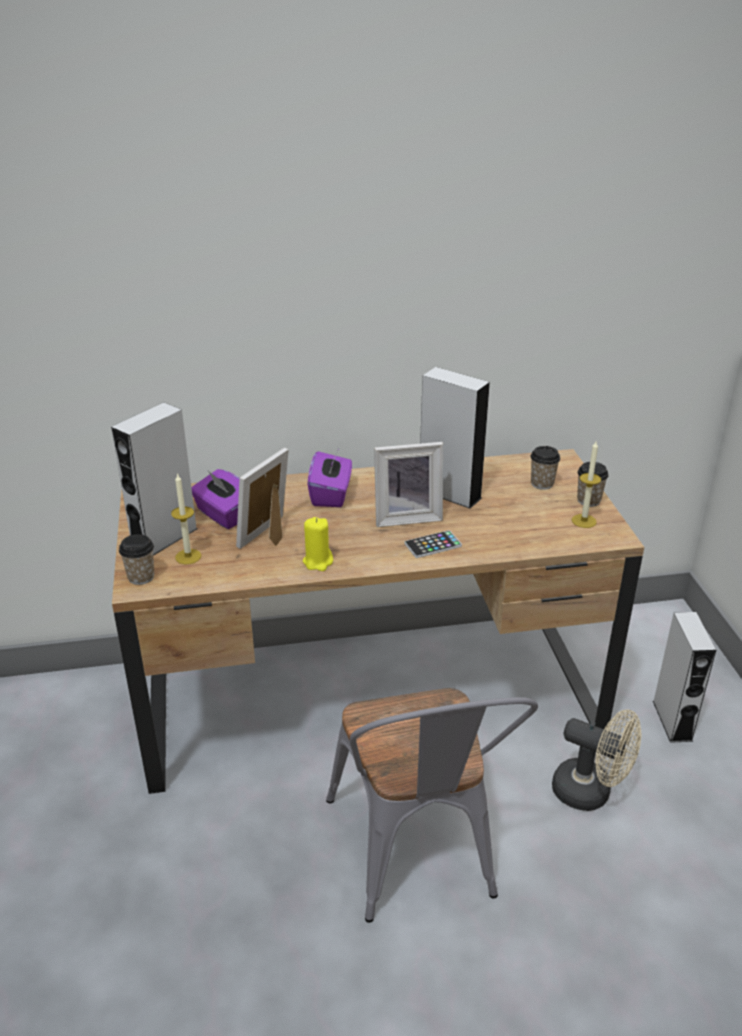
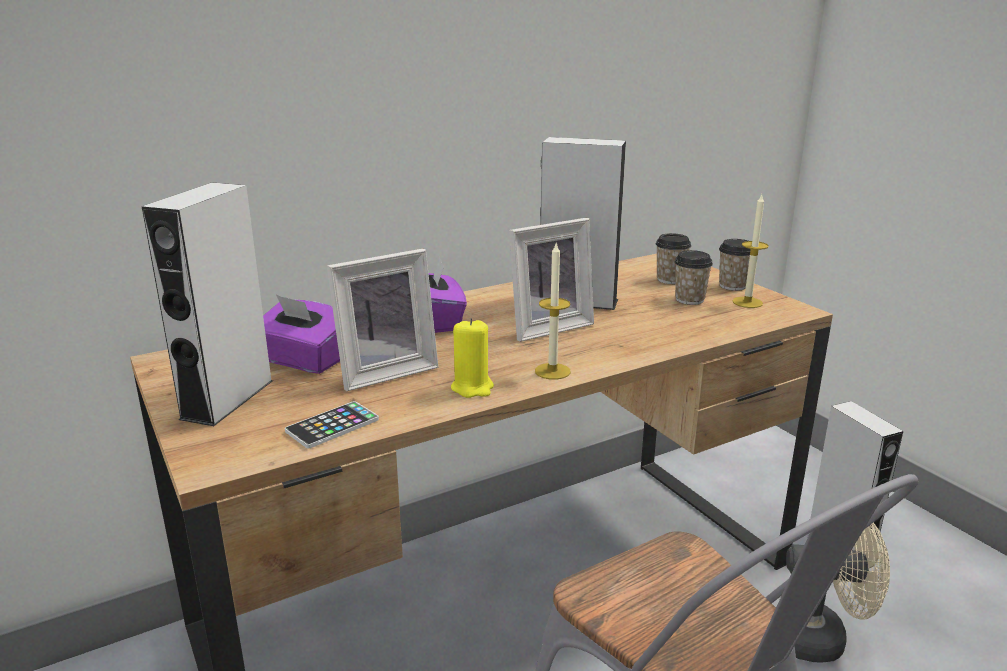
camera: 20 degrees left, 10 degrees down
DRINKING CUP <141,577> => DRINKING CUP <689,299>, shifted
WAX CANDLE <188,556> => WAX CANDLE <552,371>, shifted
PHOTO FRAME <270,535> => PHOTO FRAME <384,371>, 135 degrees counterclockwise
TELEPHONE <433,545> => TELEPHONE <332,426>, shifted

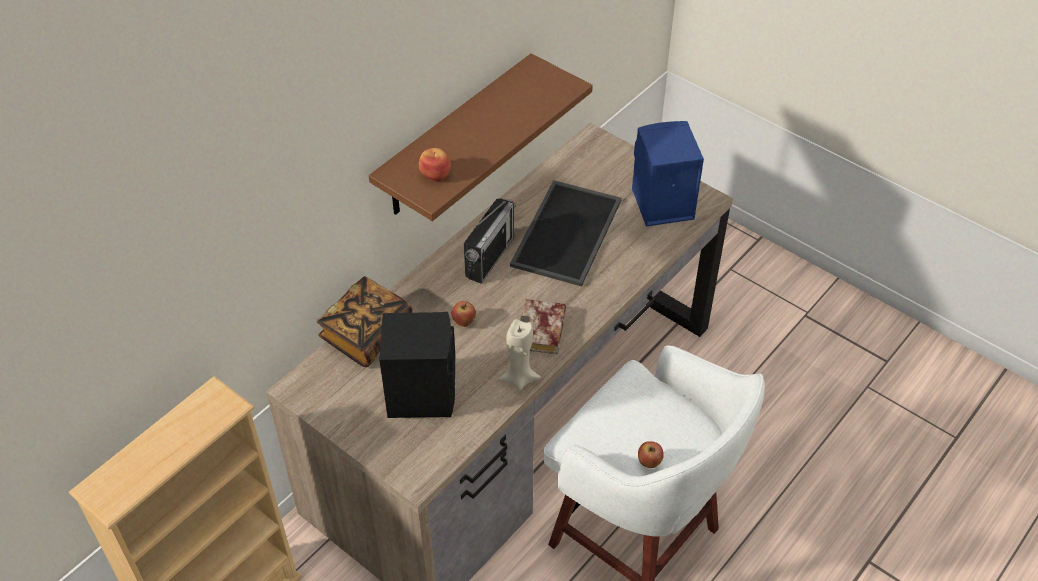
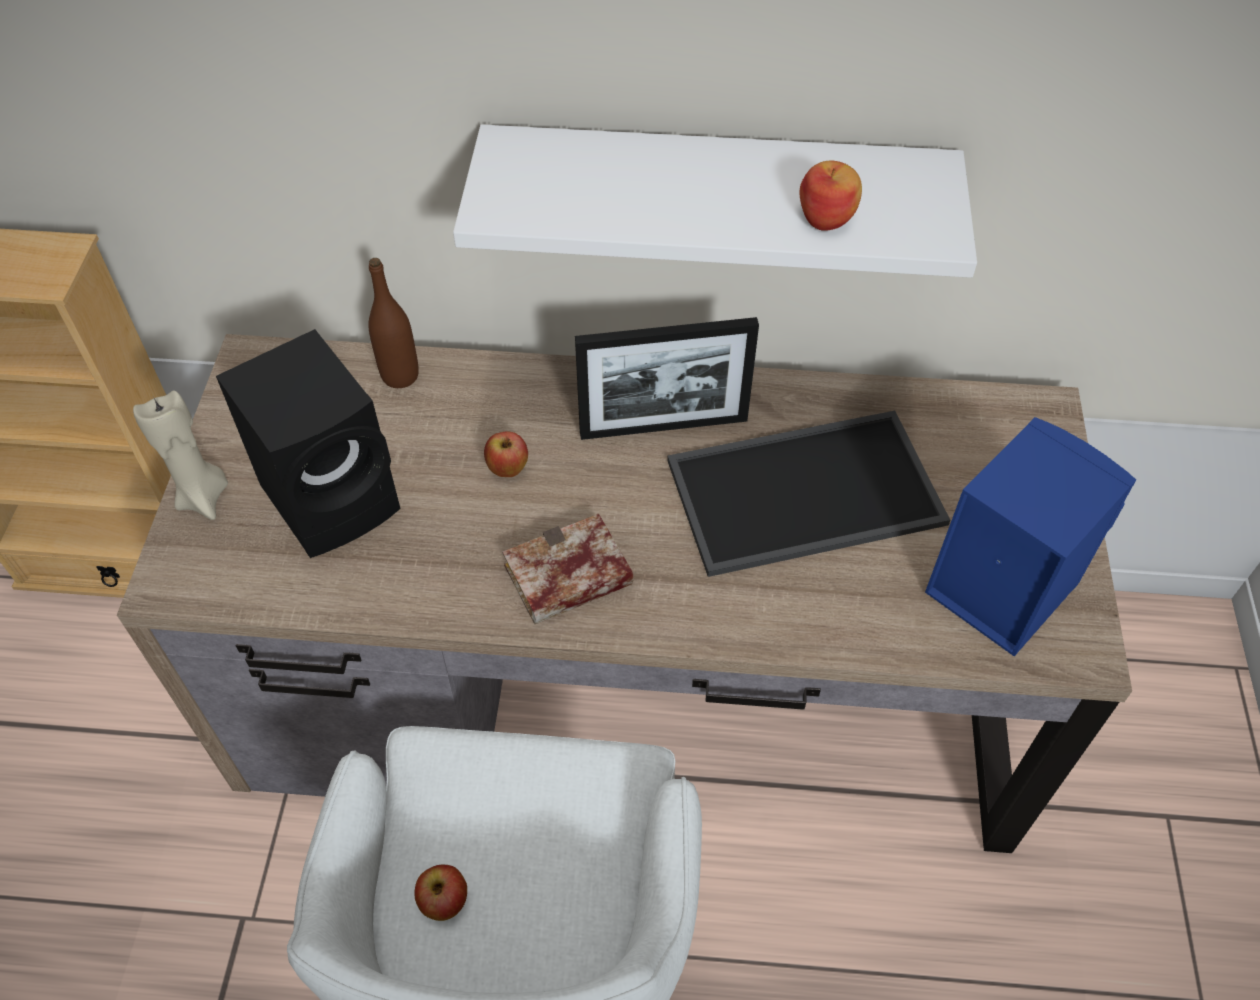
camera: 55 degrees right, 5 degrees up
VOLUME <367,334> => BROWN-COLOURED BEVERAGE BOTTLE <400,375>
BROWN-COLOURED BRACKET SHELF <455,138> => WHITE-COLOURED BRACKET SHELF <715,194>
APPLE <435,174> => APPLE <827,217>, shifted
RADIO SET <489,257> => PHOTO FRAME <663,426>
SAND-COLOURED WAX CANDLE <519,378> => SAND-COLOURED WAX CANDLE <204,497>, shifted

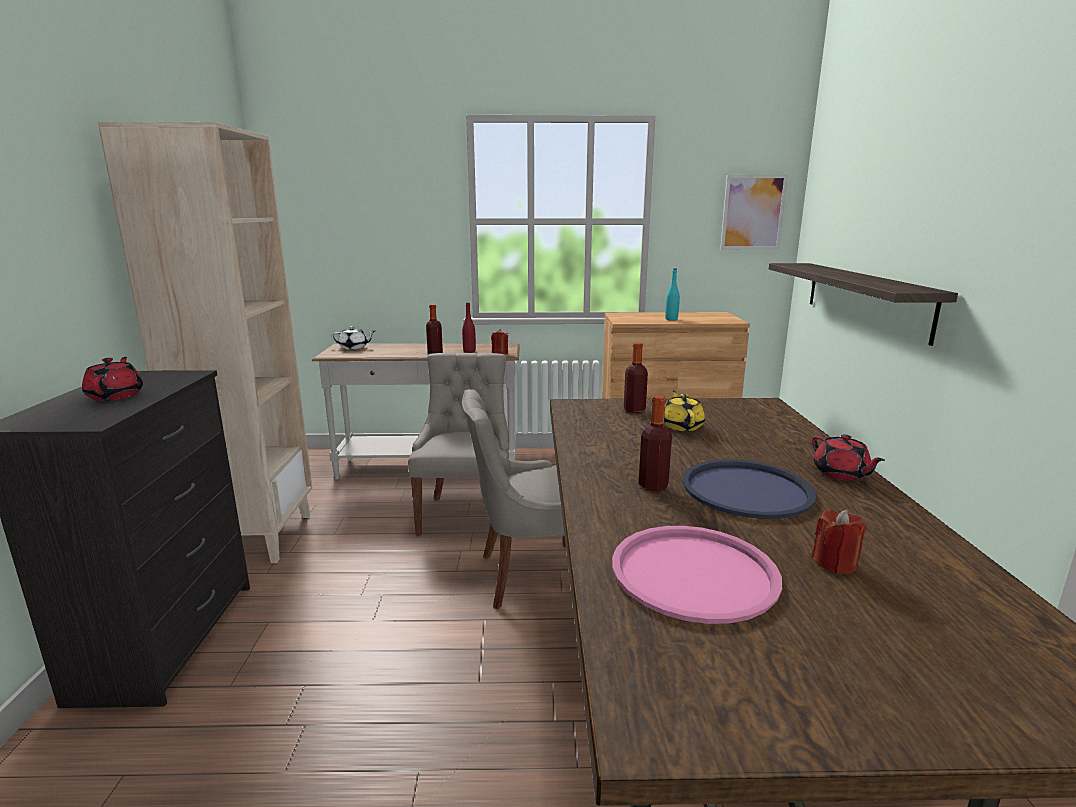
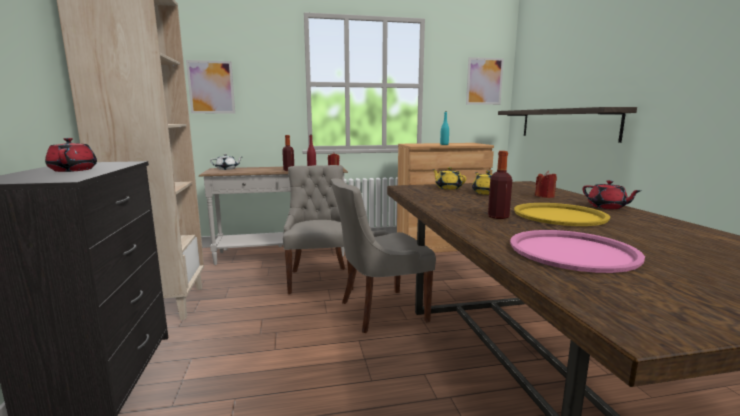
camera: 10 degrees left, 5 degrees down
BEVERAGE BOTTLE <634,410> => YELLOWISH TEAPOT <448,188>
BLUISH TRAY <746,490> => YELLOWISH TRAY <559,215>
REDDISH WAX CANDLE <835,563> => REDDISH WAX CANDLE <544,196>, shifted
nothing => WALL ART <211,87>

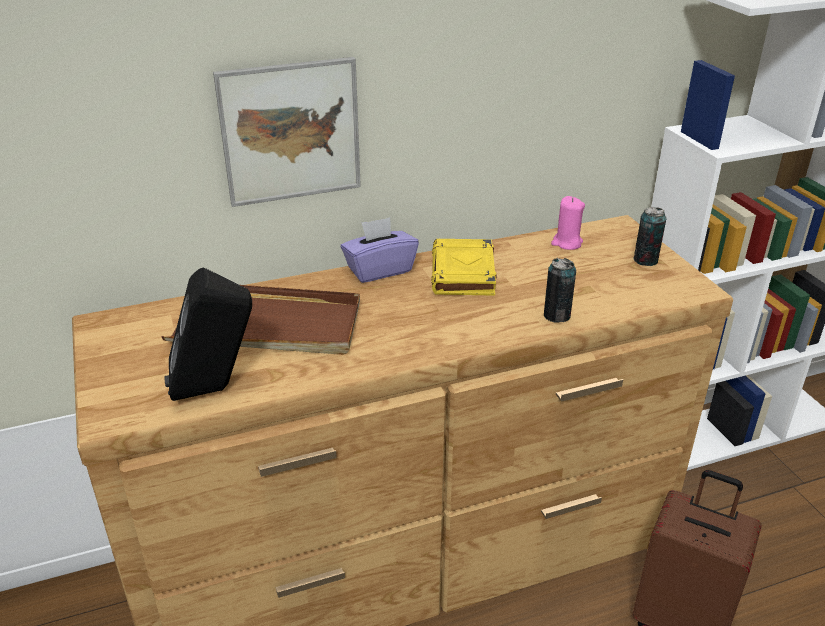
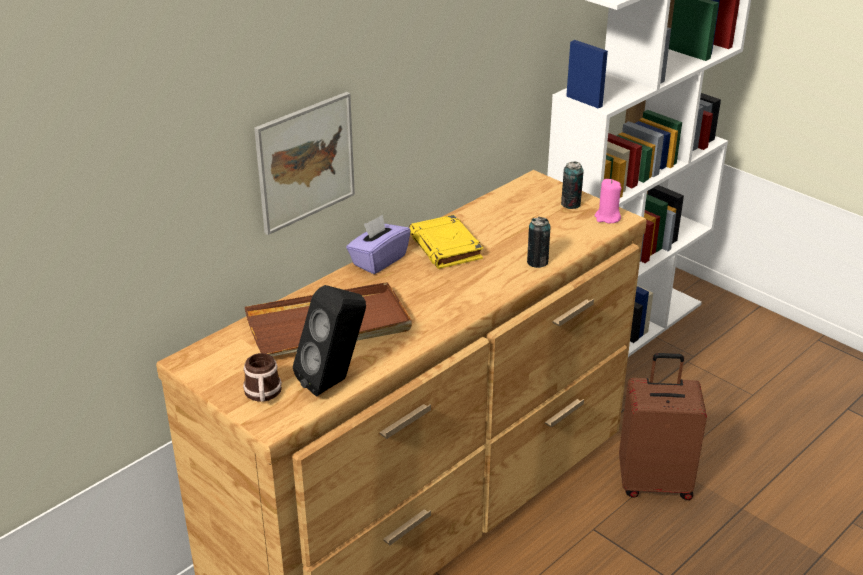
camera: 25 degrees left, 0 degrees up
PINKISH WAX CANDLE <566,243> => PINKISH WAX CANDLE <607,217>, shifted
nothing => TEA MUG <263,394>

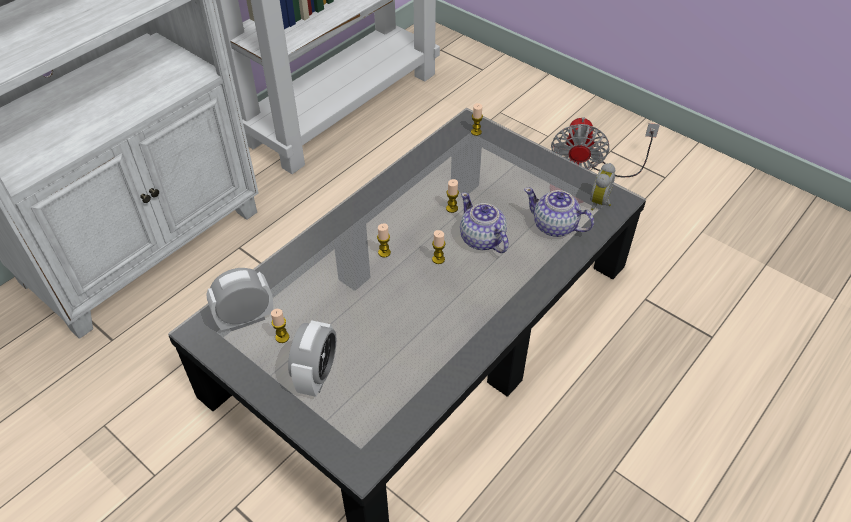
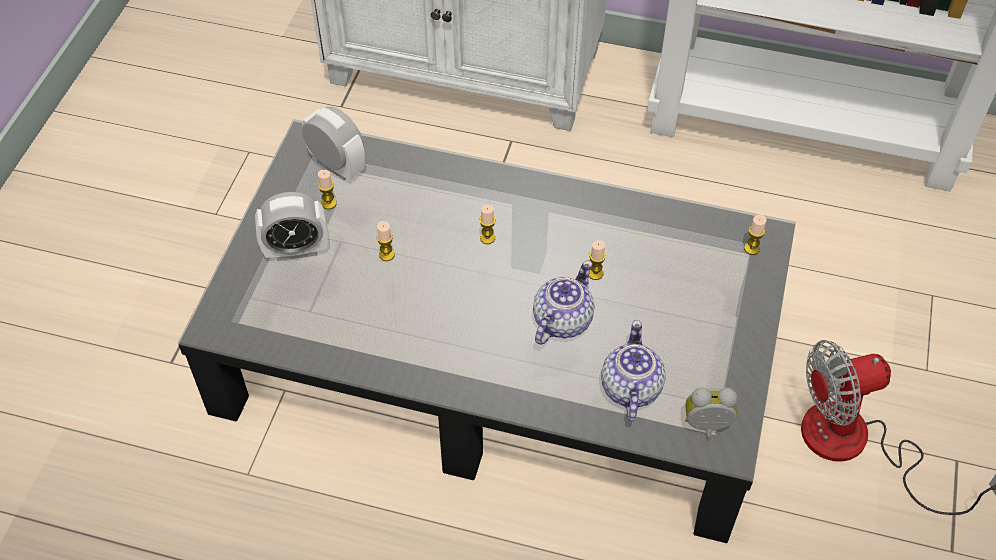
camera: 65 degrees right, 5 degrees up
WAX CANDLE <438,259> => WAX CANDLE <386,255>, shifted

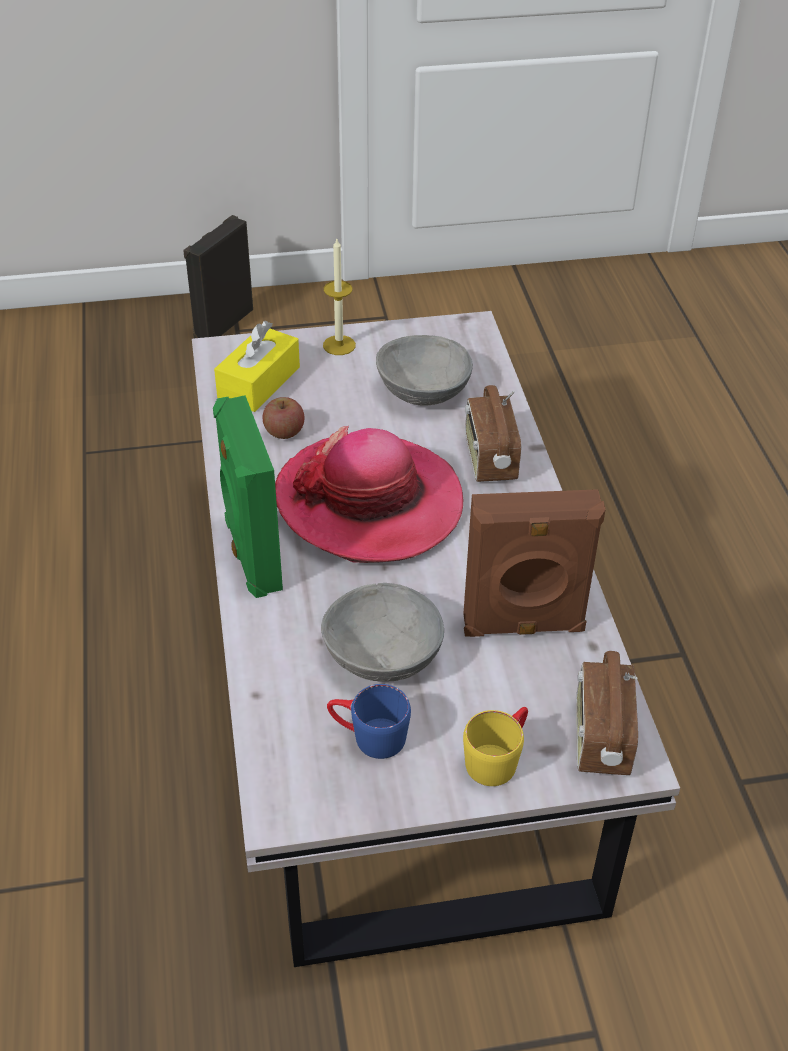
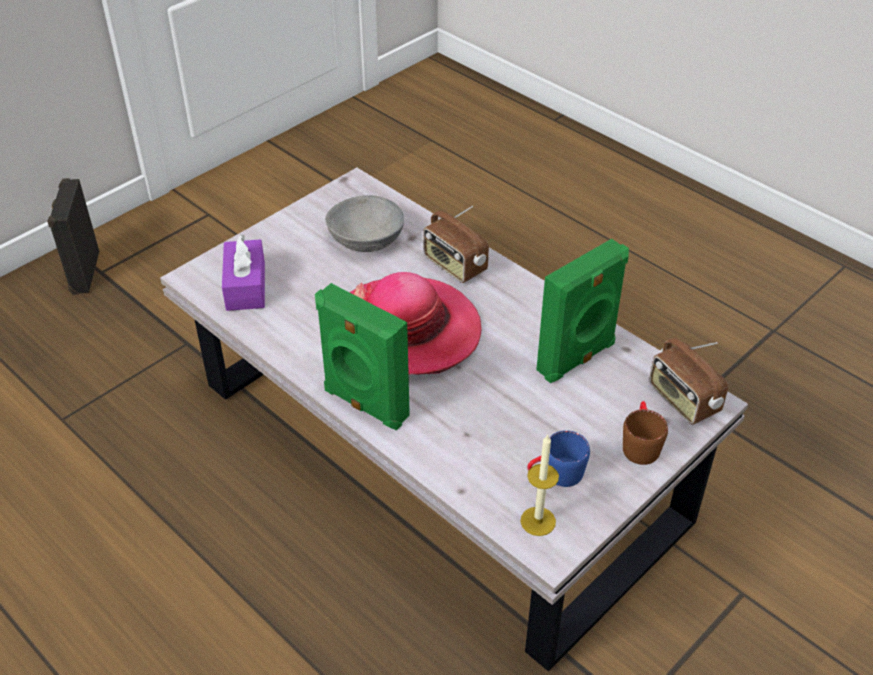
camera: 35 degrees left, 0 degrees up
YELLOWISH BOX OF TISSUES <259,382> => PURPLE BOX OF TISSUES <245,286>
APPLE <284,432> => nothing
GRAY SERVING BOWL <383,656> => nothing
WAX CANDLE <339,345> => WAX CANDLE <538,521>, shifted
BROWN-COLOURED LOUDSPEAKER <523,626> => GREENISH LOUDSPEAKER <577,358>
YELLOWISH TEA MUG <498,757> => BROWN-COLOURED TEA MUG <640,443>

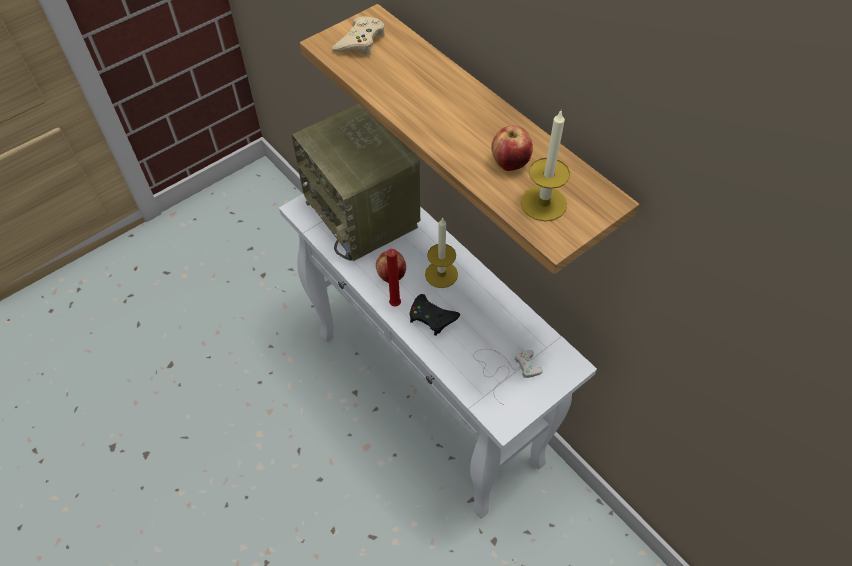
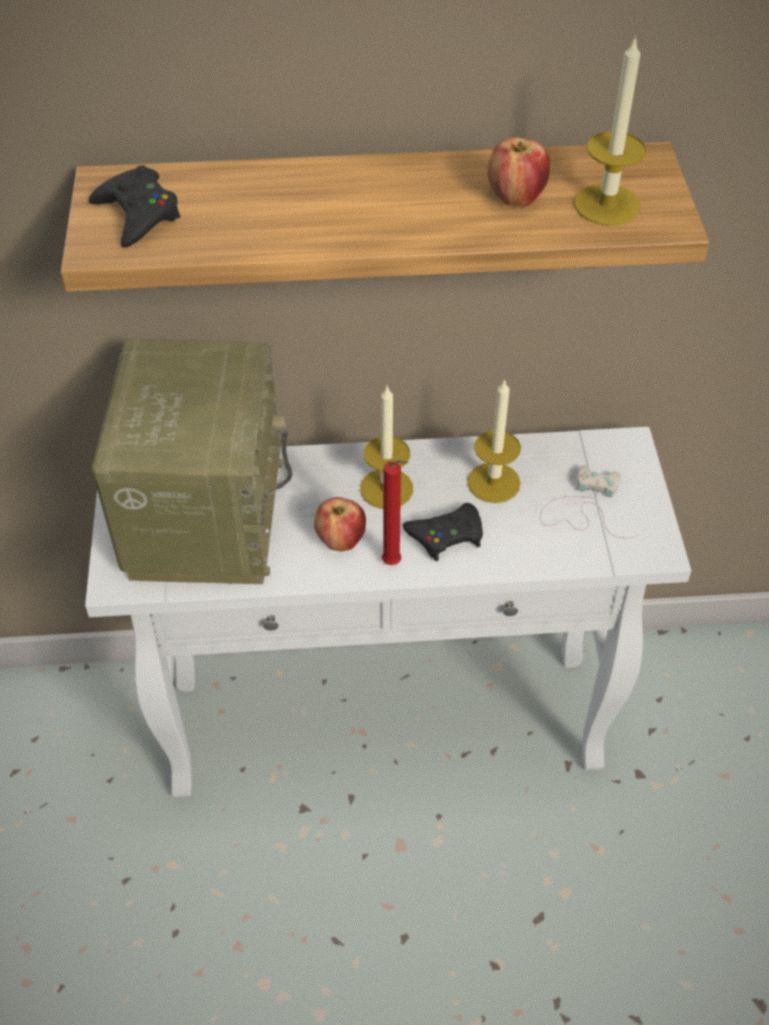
camera: 55 degrees left, 5 degrees down
RADIO SET <364,214> => RADIO SET <204,513>, 90 degrees counterclockwise
SAND-COLOURED JOYPAD <360,41> => BLACK-COLOURED JOYPAD <138,214>
nothing => WAX CANDLE <493,482>

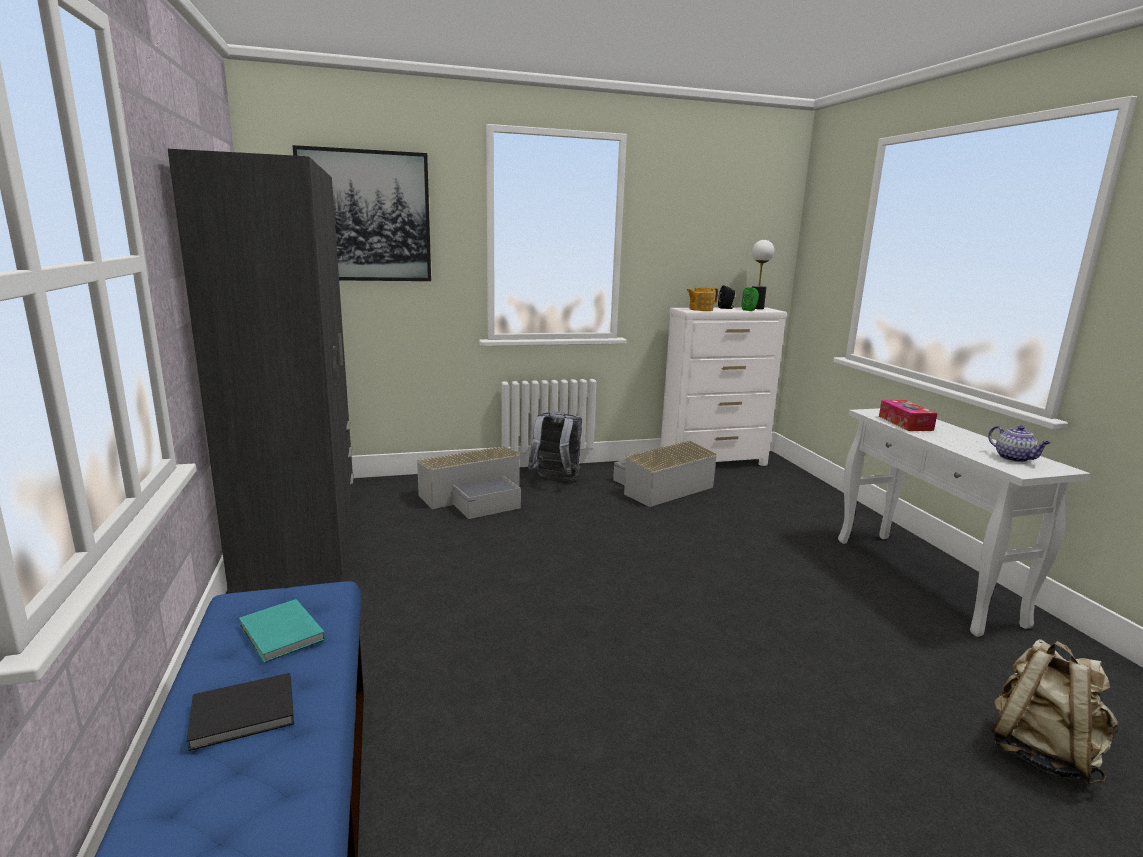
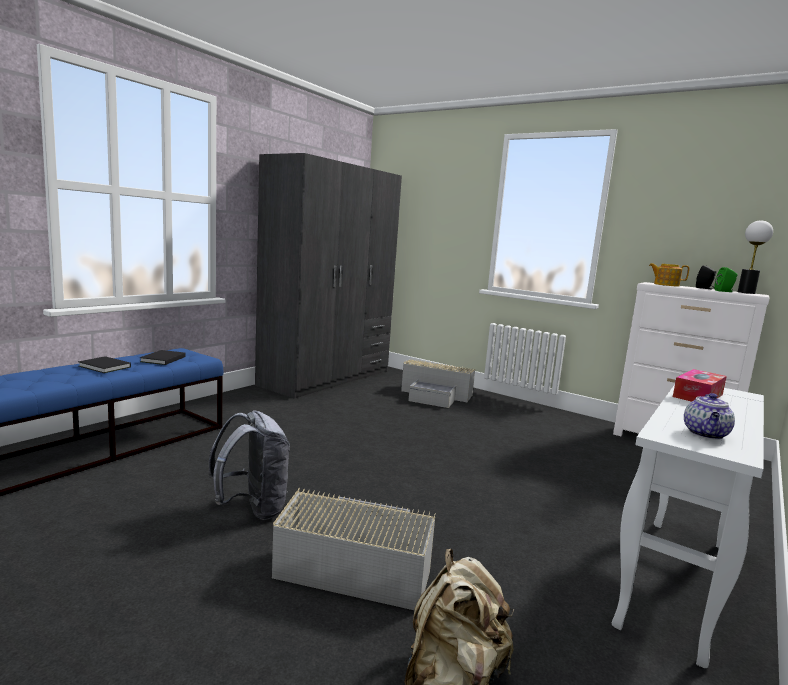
camera: 50 degrees right, 5 degrees down
TURQUOISE-COLOURED VOLUME <281,634> => BLACK-COLOURED VOLUME <162,359>
WALL ART <365,216> => nothing
GRAY RUCKSACK <555,480> => GRAY RUCKSACK <252,509>, shifted
GRAY STORAGE CONTAINER <660,487> => GRAY STORAGE CONTAINER <355,563>, shifted

